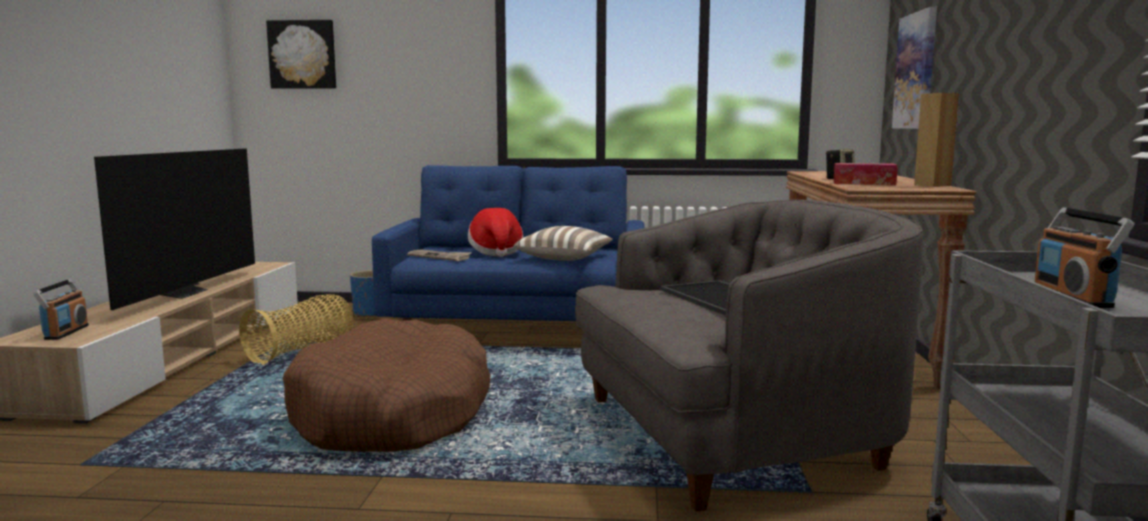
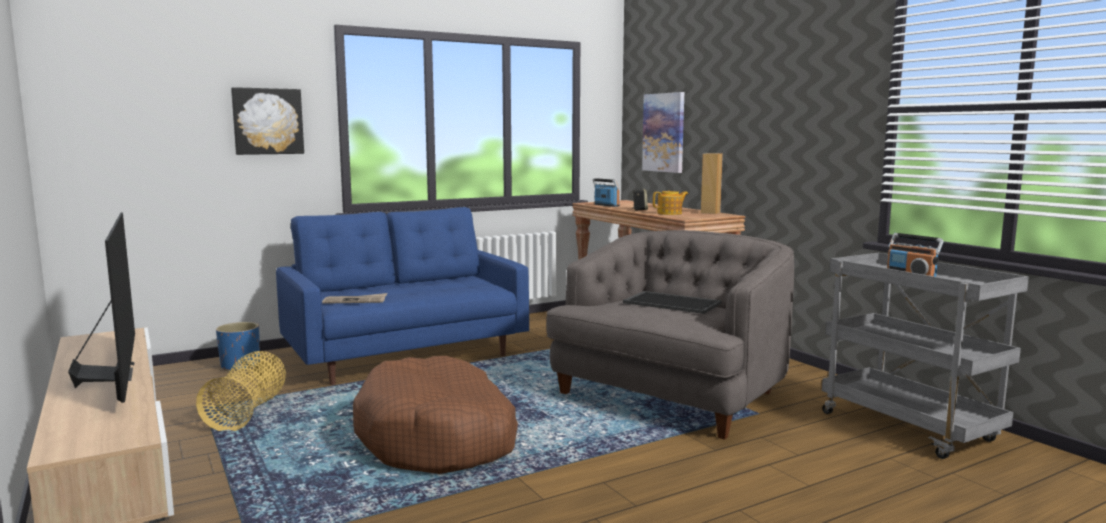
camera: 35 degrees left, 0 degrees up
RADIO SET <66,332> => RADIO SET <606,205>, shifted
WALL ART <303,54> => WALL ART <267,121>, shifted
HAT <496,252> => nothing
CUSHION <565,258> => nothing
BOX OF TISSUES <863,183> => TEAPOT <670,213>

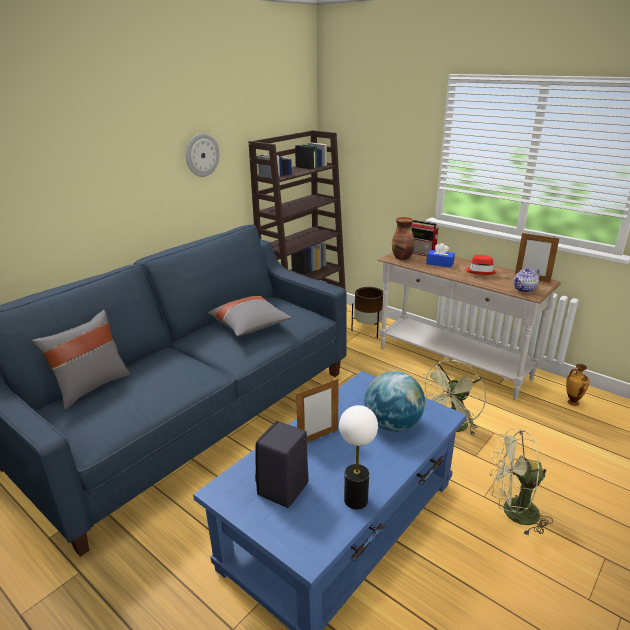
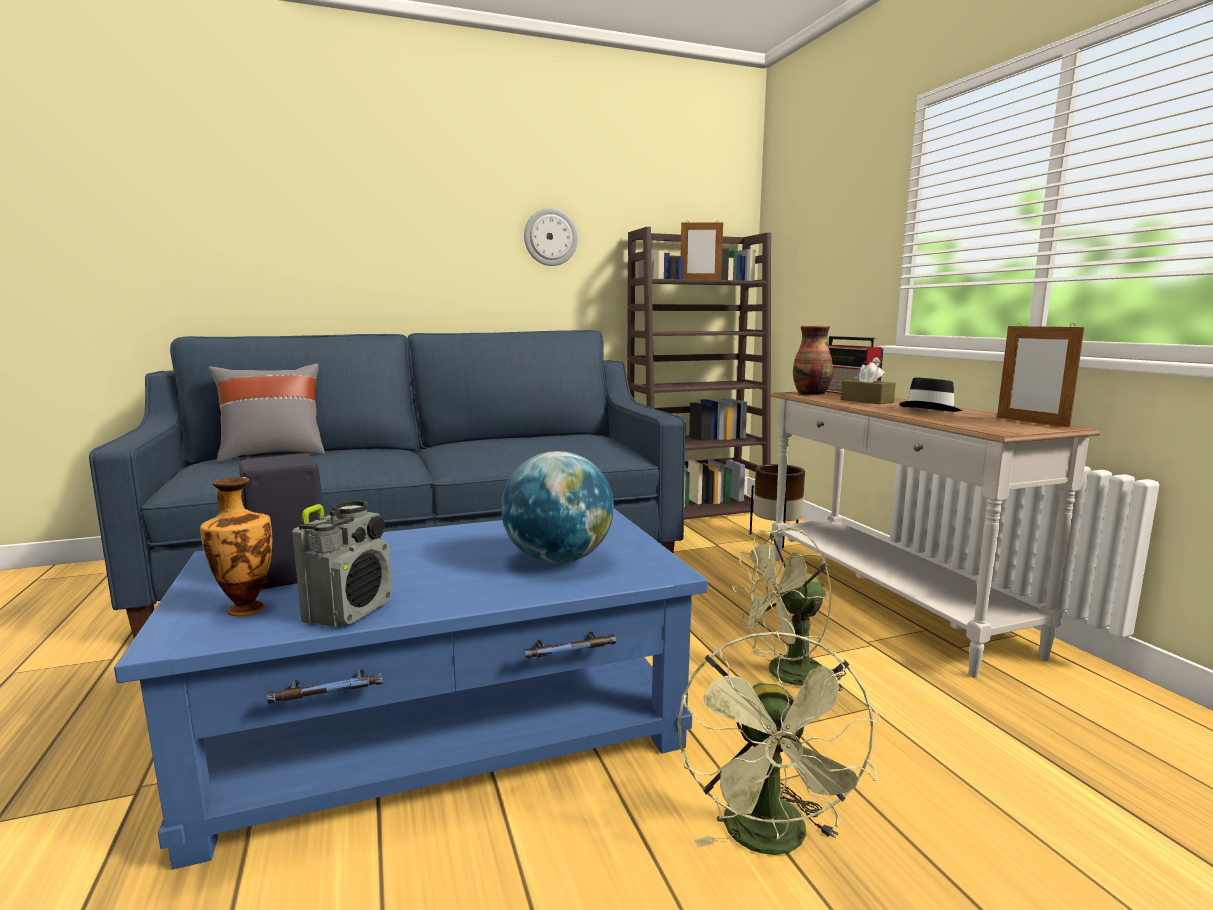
camera: 30 degrees right, 15 degrees down
GRAY CUSHION <250,327> => nothing
PHOTO FRAME <318,437> => PHOTO FRAME <700,280>, shifted
TABLETOP LAMP <355,500> => RADIO SET <350,610>
BLUISH BOX OF TISSUES <439,263> => BROWN-COLOURED BOX OF TISSUES <866,401>
REDDISH HAT <480,271> => BLACK-COLOURED HAT <931,410>
GREENISH ELECTRIC FAN <512,513> => GREENISH ELECTRIC FAN <771,841>, 120 degrees counterclockwise
TEAPOT <524,289> => nothing
VASE <572,402> => VASE <246,608>, shifted

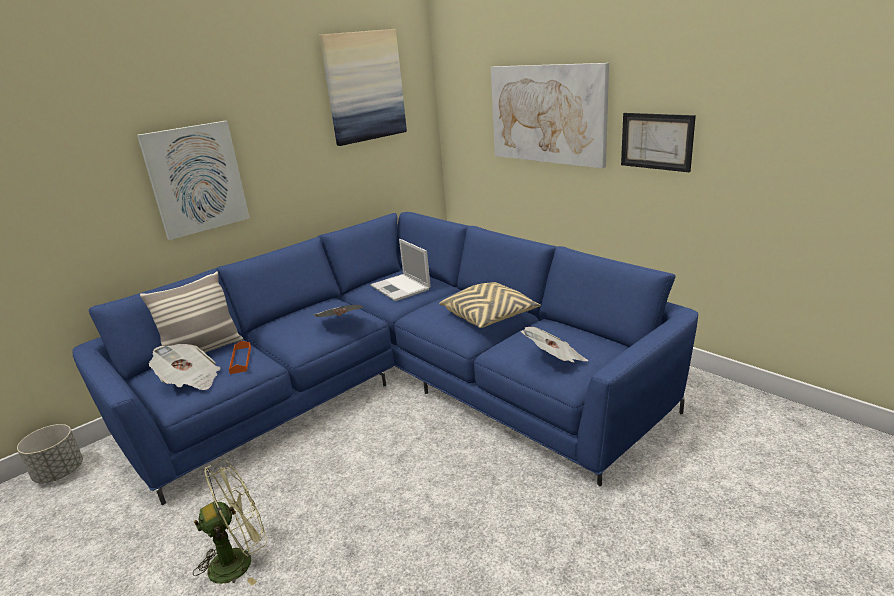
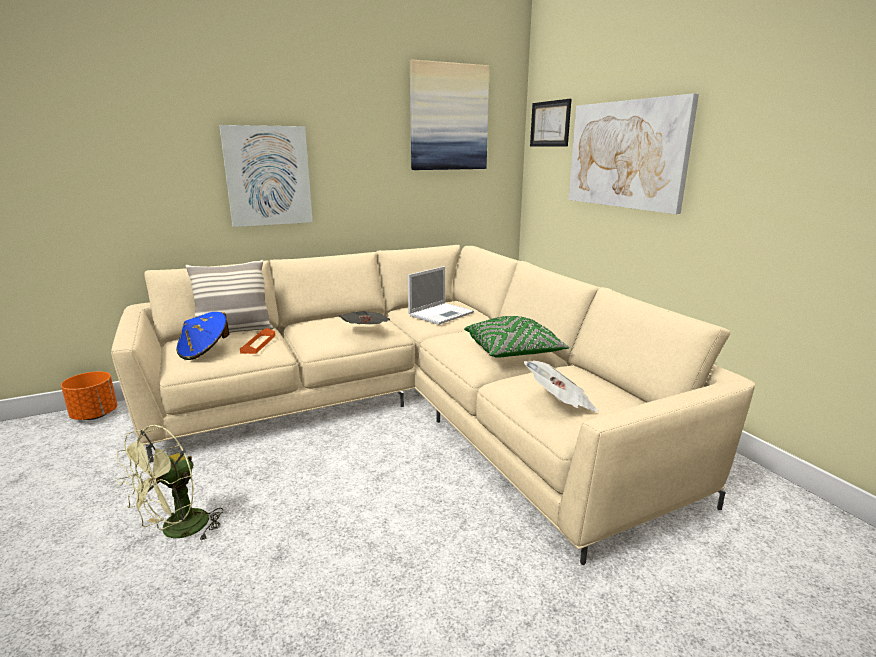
camera: 15 degrees right, 5 degrees down
GRAY PLANTER <60,472> => ORANGE PLANTER <95,415>
BLUISH SETTEE <397,387> => SAND-COLOURED SETTEE <413,411>
DAILY PAPER <190,381> => BLUISH HAT <204,352>
GREENISH ELECTRIC FAN <240,560> => GREENISH ELECTRIC FAN <177,531>, 135 degrees clockwise
LAPTOP <401,288> => LAPTOP <441,314>, 120 degrees counterclockwise
SAND-COLOURED CUSHION <490,317> => GREENISH CUSHION <513,352>
WALL ART <656,141> => WALL ART <550,124>, shifted

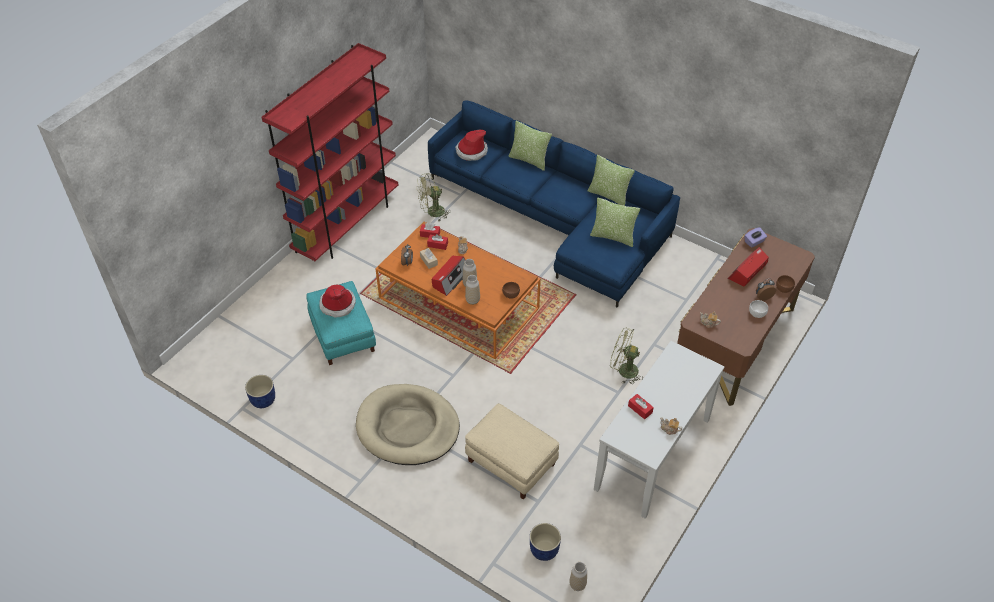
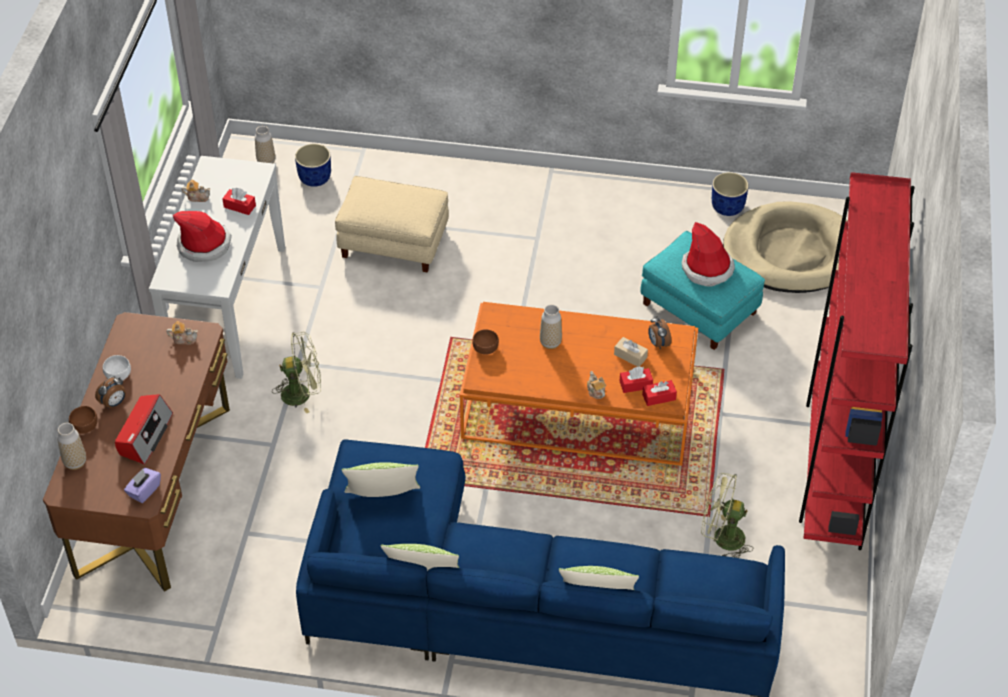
camera: 155 degrees right, 0 degrees up
SAND-COLOURED PET BED <408,427> => SAND-COLOURED PET BED <790,253>, shifted
GREENISH ELECTRIC FAN <432,213> => GREENISH ELECTRIC FAN <722,538>, 120 degrees counterclockwise
RADIO SET <450,279> => nothing
HAT <471,151> => HAT <204,244>, shifted
VASE <472,300> => VASE <75,462>, shifted

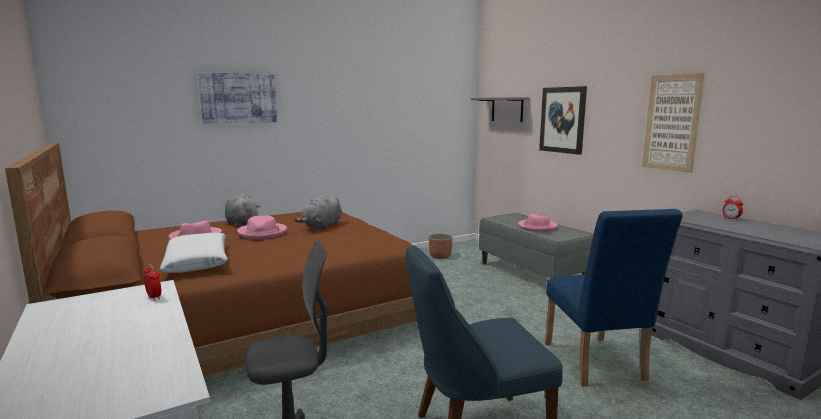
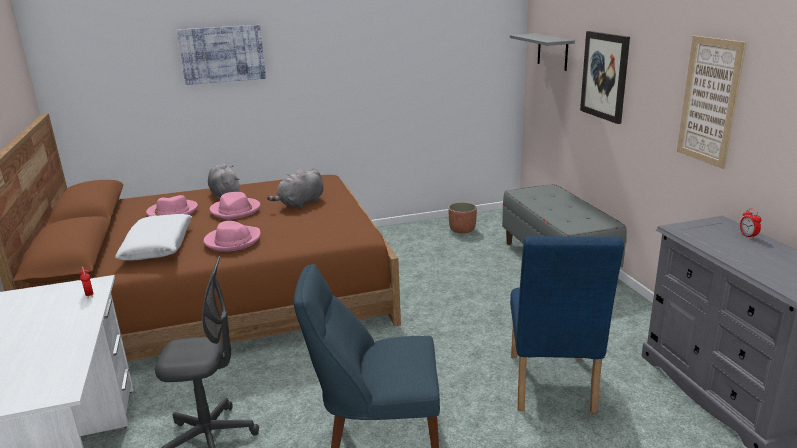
camera: 15 degrees right, 10 degrees up
PINKISH HAT <537,227> => PINKISH HAT <232,241>, shifted

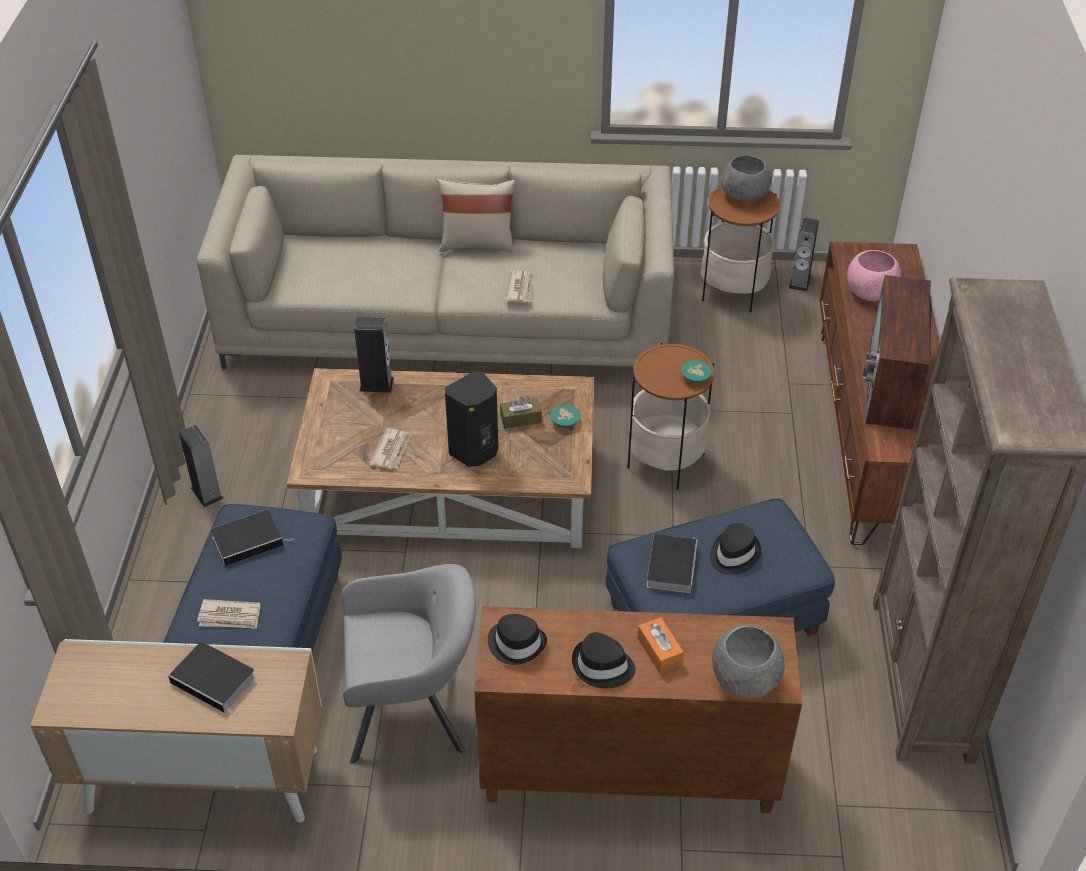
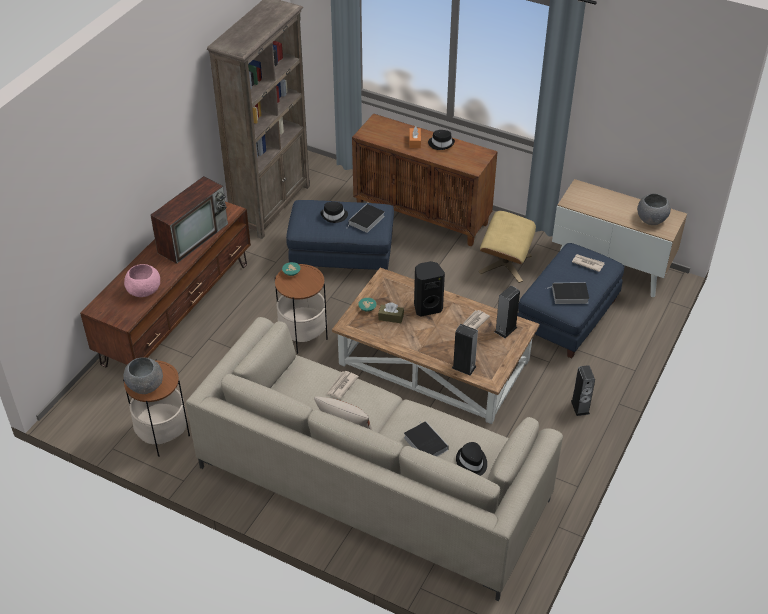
camera: 155 degrees left, 0 degrees up
VOLUME <216,681> => VOLUME <424,443>, shifted
GRAY LOUNGE CHAIR <413,712> => SAND-COLOURED OTTOMAN <505,263>
BLACK-COLOURED HAT <517,643> => BLACK-COLOURED HAT <471,462>, shifted
GRAY SERVING BOWL <745,679> => GRAY SERVING BOWL <651,219>, shifted
LOUDSPEAKER <800,281> => LOUDSPEAKER <505,329>, shifted

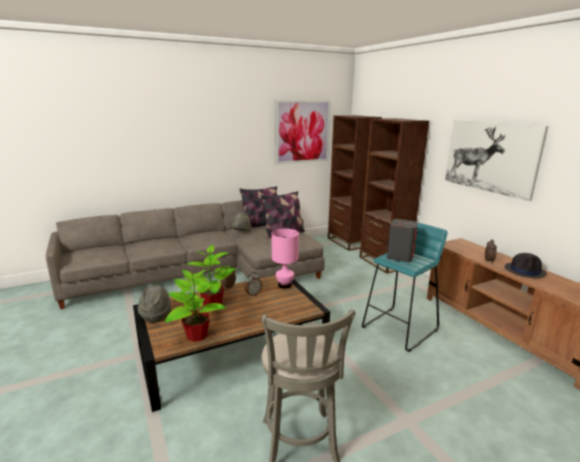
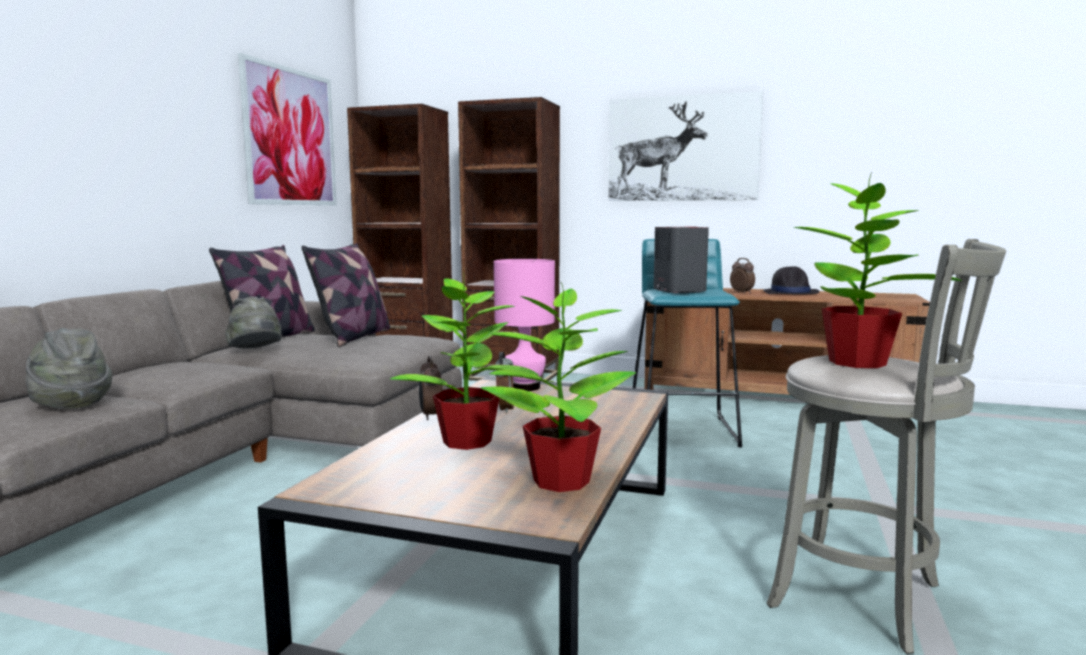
camera: 45 degrees left, 10 degrees down
GRAY HAT <156,315> => GRAY HAT <70,403>, shifted
nothing => HOUSEPLANT <858,363>

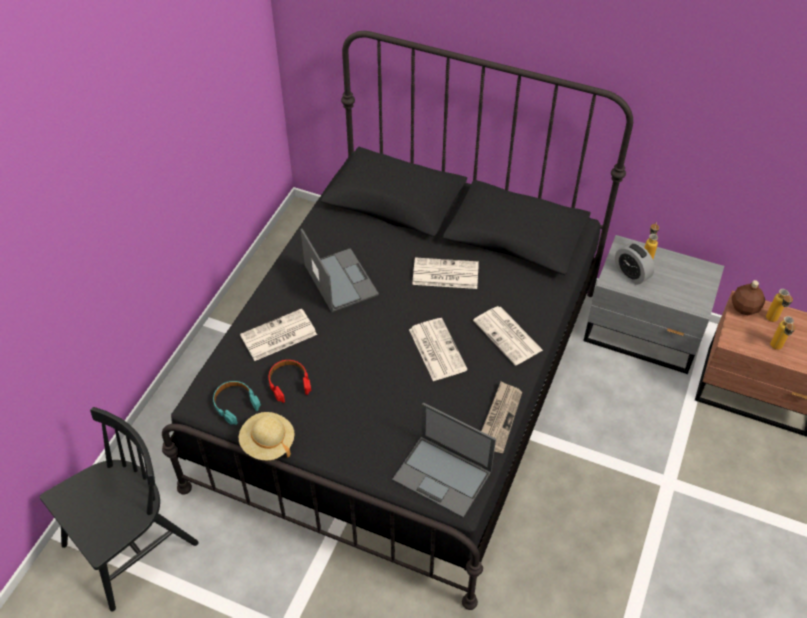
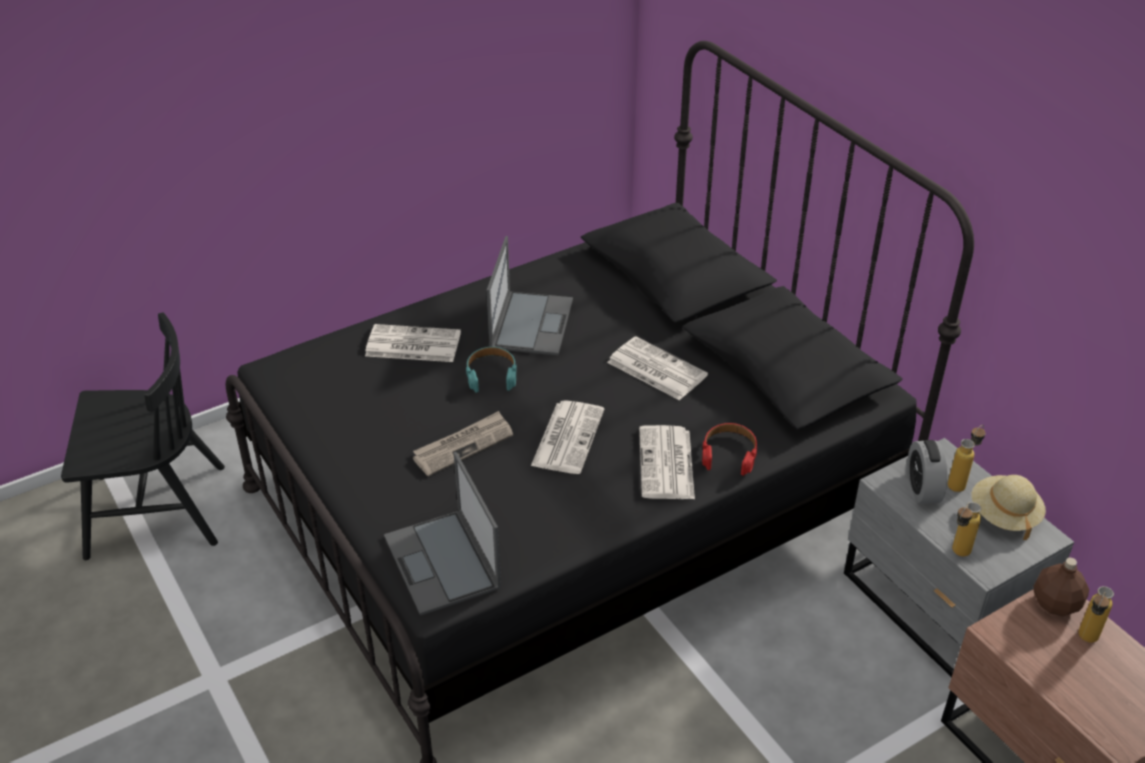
camera: 35 degrees right, 10 degrees down
TURQUOISE-COLOURED HEADPHONES <235,404> => TURQUOISE-COLOURED HEADPHONES <491,374>, shifted
SAND-COLOURED HAT <268,443> => SAND-COLOURED HAT <1004,515>, shifted
REDDISH HEADPHONES <289,383> => REDDISH HEADPHONES <729,454>, shifted
DAILY PAPER <499,418> => DAILY PAPER <463,445>, shifted
BEVERAGE BOTTLE <776,349> => BEVERAGE BOTTLE <957,554>, shifted

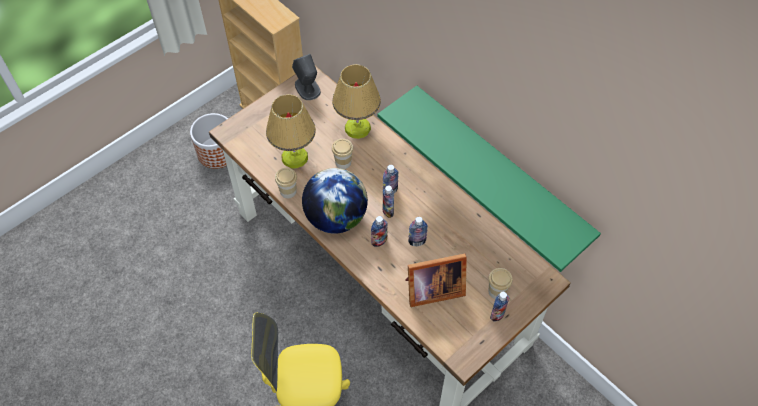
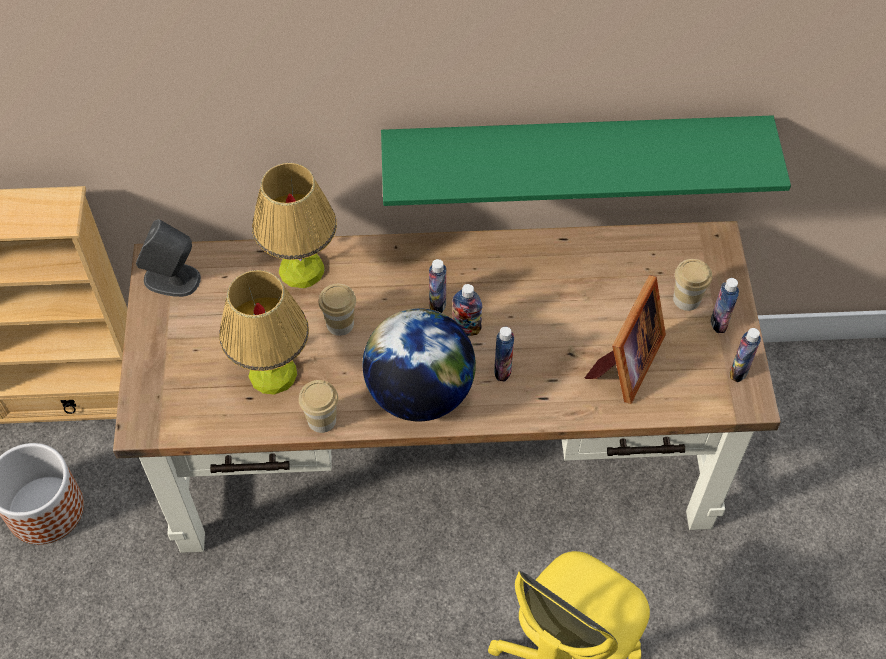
camera: 50 degrees left, 0 degrees up
BEVERAGE BOTTLE <417,242> => BEVERAGE BOTTLE <739,371>, shifted

